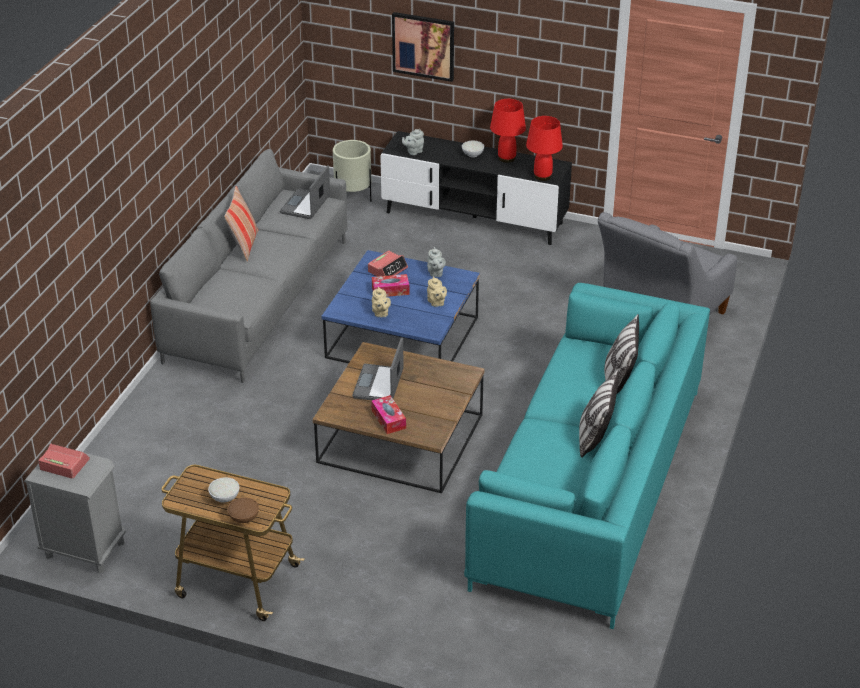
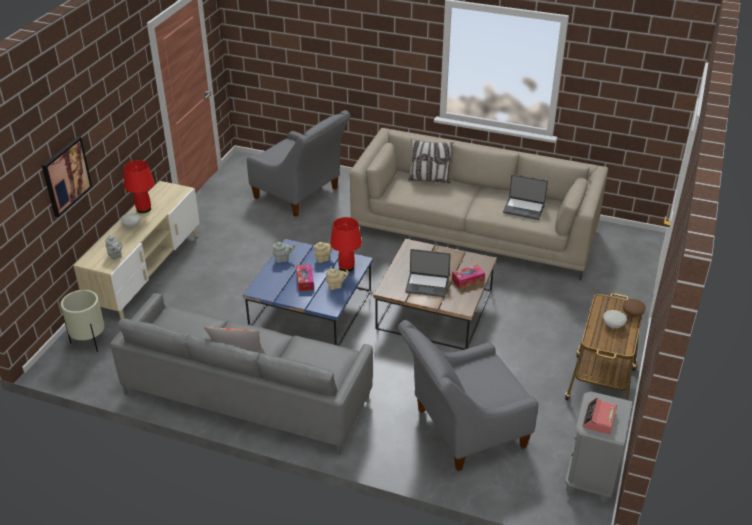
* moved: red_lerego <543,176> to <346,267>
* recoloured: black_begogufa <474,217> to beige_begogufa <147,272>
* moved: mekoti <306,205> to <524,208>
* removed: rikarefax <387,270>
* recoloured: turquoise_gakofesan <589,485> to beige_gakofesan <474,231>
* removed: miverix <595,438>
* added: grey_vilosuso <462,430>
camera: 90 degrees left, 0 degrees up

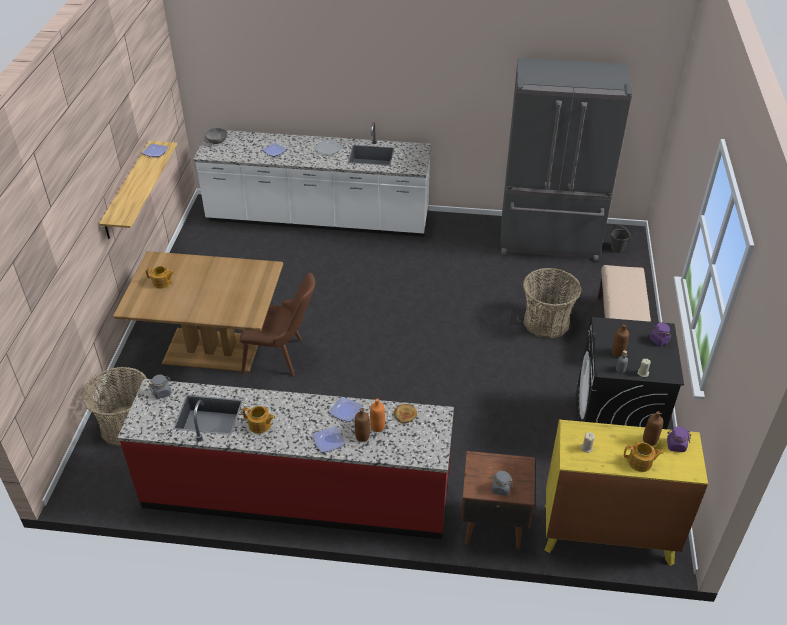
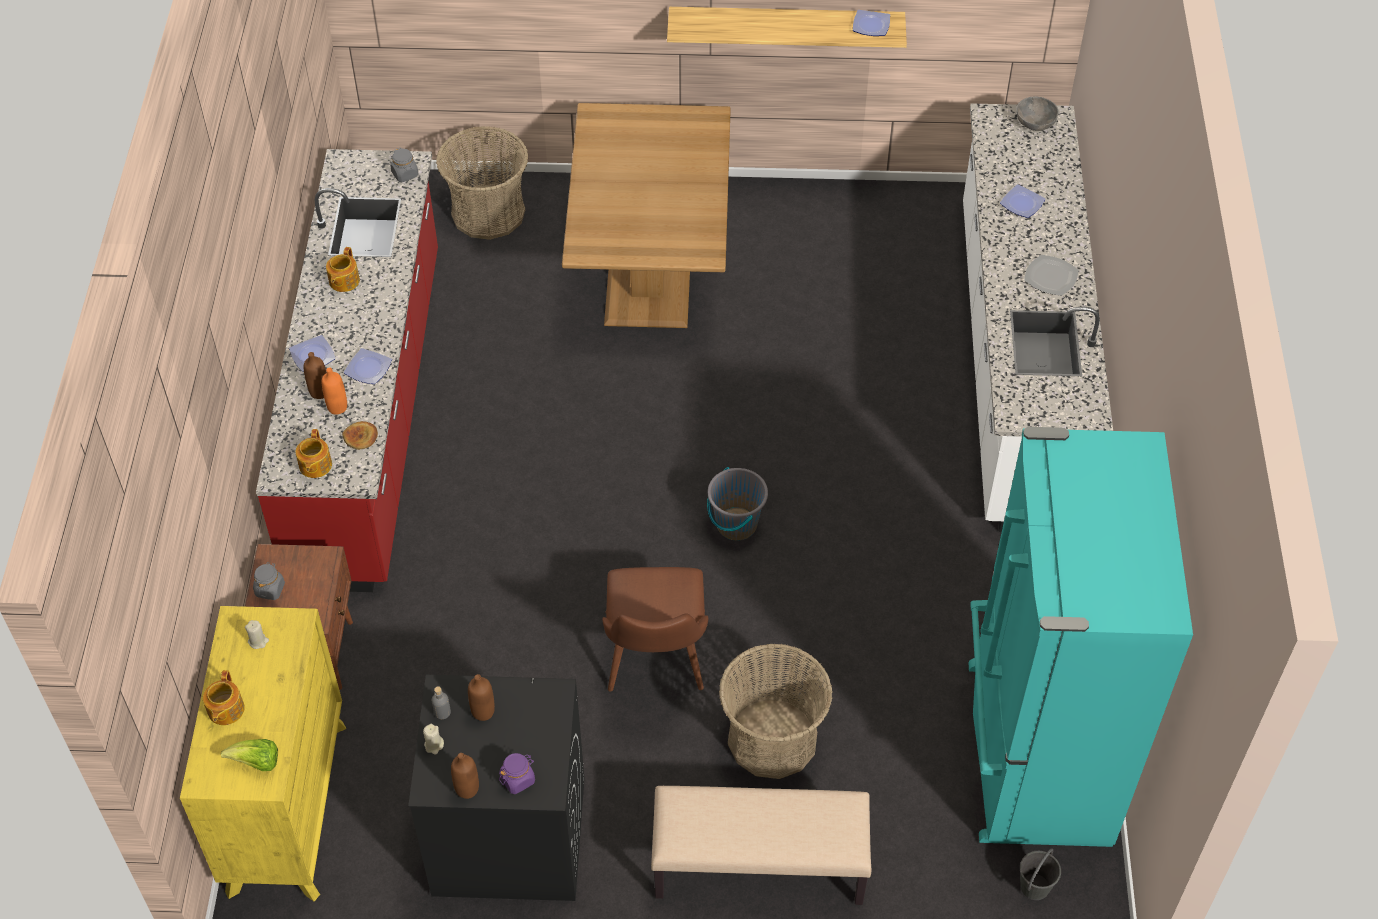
* recoloured: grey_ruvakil <549,241> to turquoise_ruvakil <1033,753>
* moved: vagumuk <162,283> to <315,466>
* moved: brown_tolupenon <281,356> to <656,664>
* moved: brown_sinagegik <649,440> to <467,789>
* replaced: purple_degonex <676,445> to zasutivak <256,763>
* added: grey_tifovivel <736,524>
camera: 85 degrees right, 10 degrees up

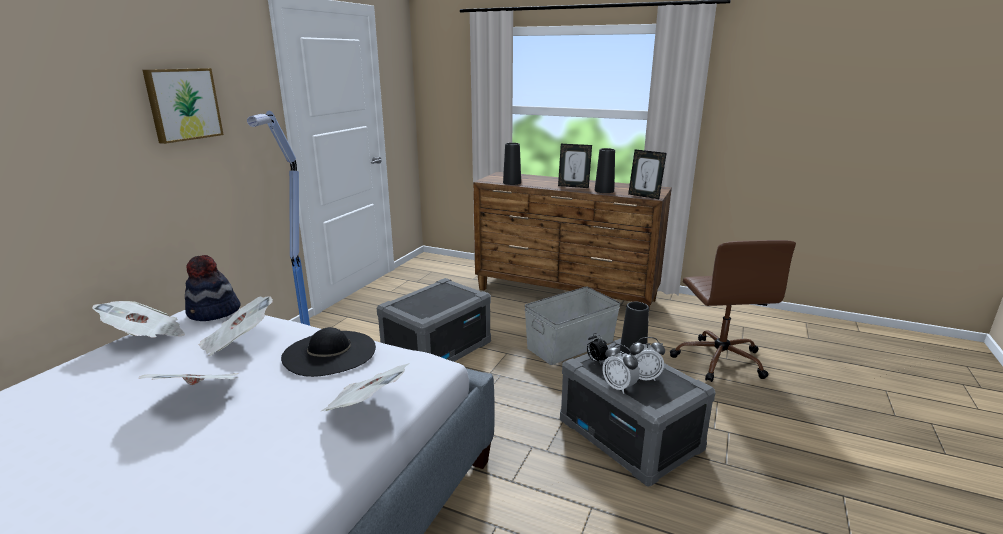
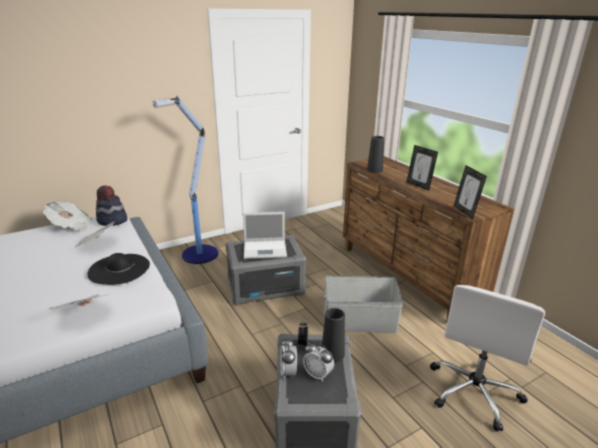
* removed: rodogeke <183,104>
* removed: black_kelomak <604,191>
* recoloured: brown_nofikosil <719,360> to white_nofikosil <474,392>
* removed: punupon <200,396>
* added: mekoti <266,249>
camera: 35 degrees right, 5 degrees up

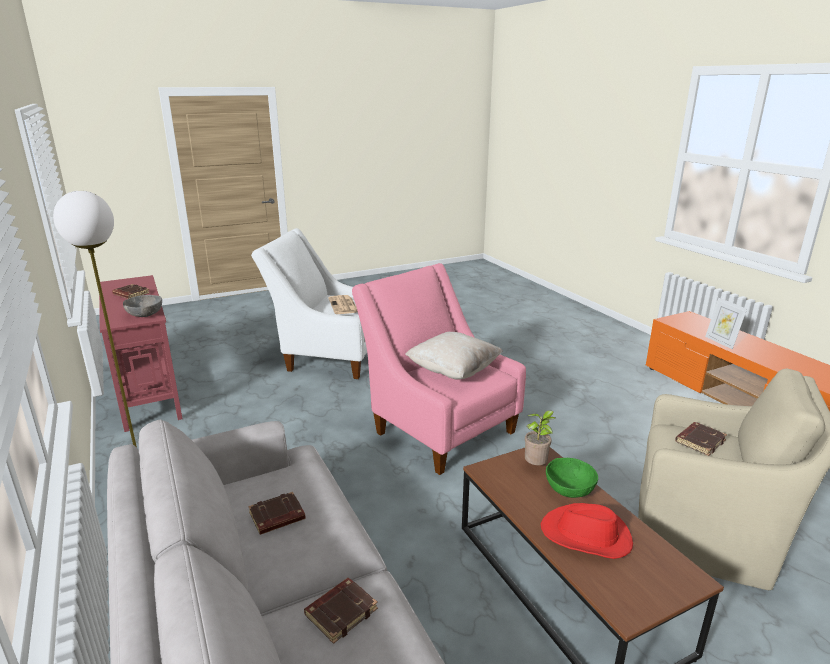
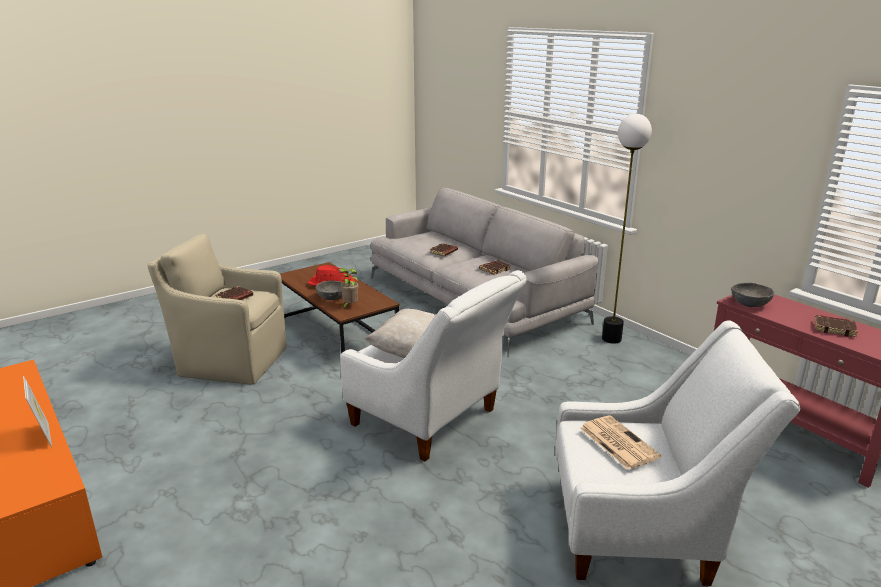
* recoloured: pink_vilosuso <438,428> to white_vilosuso <432,421>
* recoloured: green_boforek <569,489> to grey_boforek <332,298>
camera: 170 degrees right, 0 degrees up

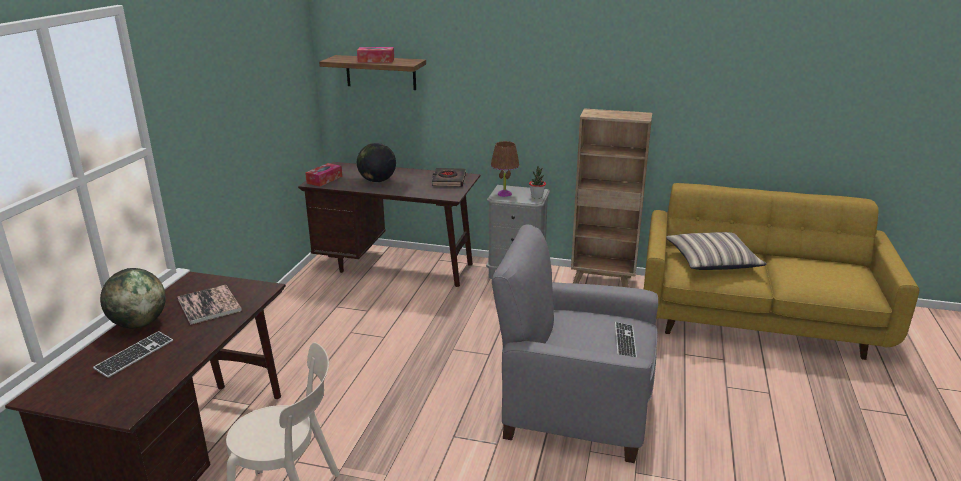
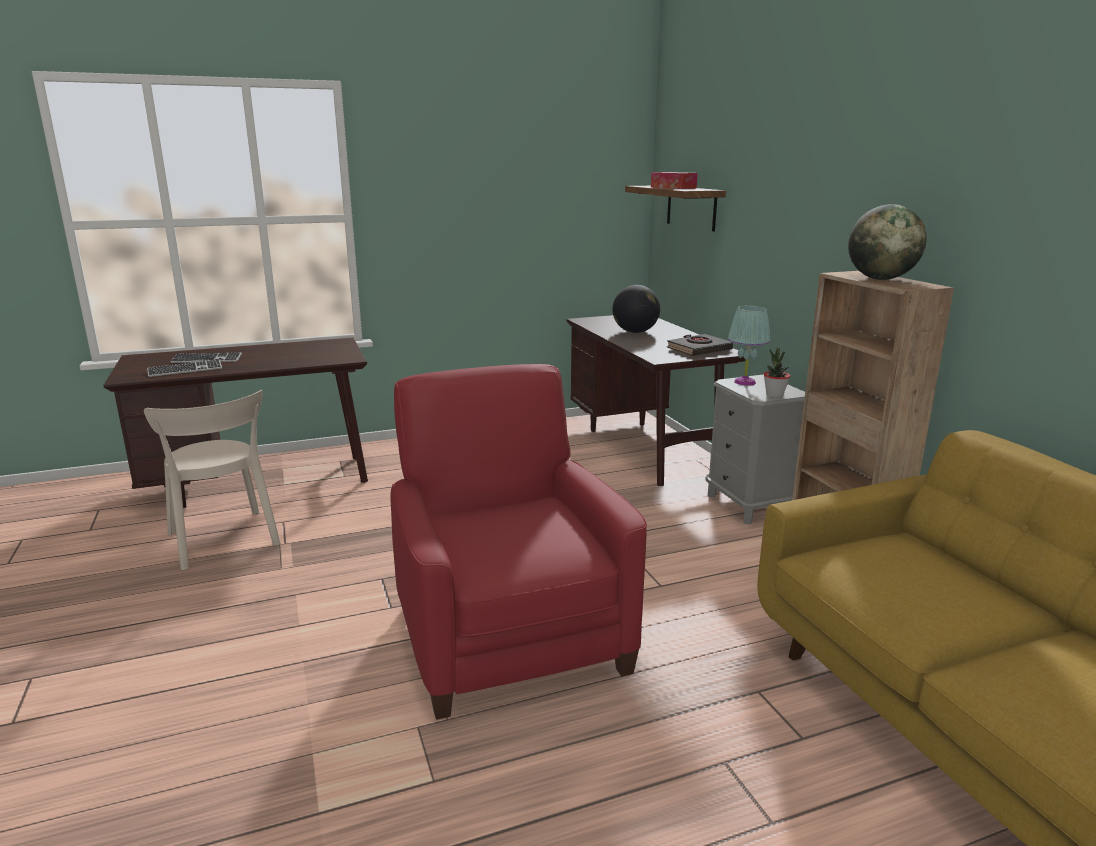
* recoloured: brown_lerego <504,194> to turquoise_lerego <745,382>
* removed: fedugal <324,180>
* recoloured: grey_vilosuso <575,408> to red_vilosuso <509,636>
* removed: miverix <712,261>
* moved: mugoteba <139,324> to <880,279>
* removed: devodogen <209,305>
* moved: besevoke <625,343> to <185,370>
camera: 55 degrees right, 5 degrees down

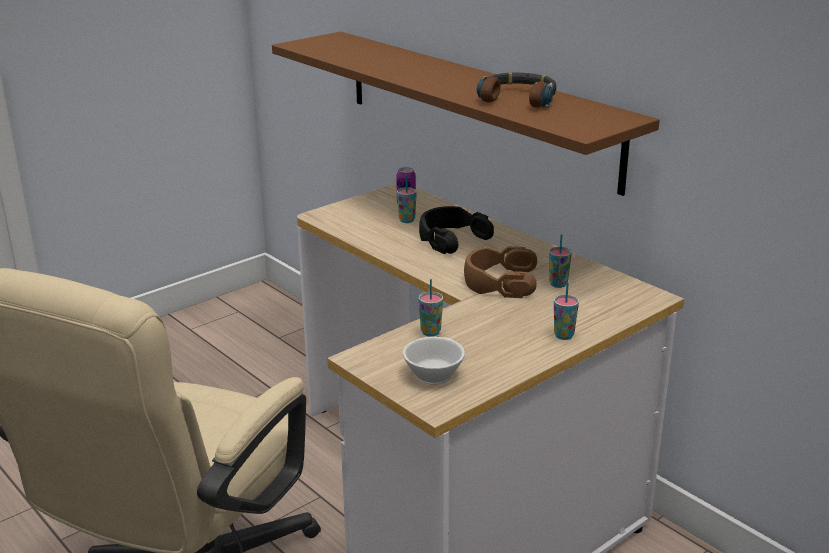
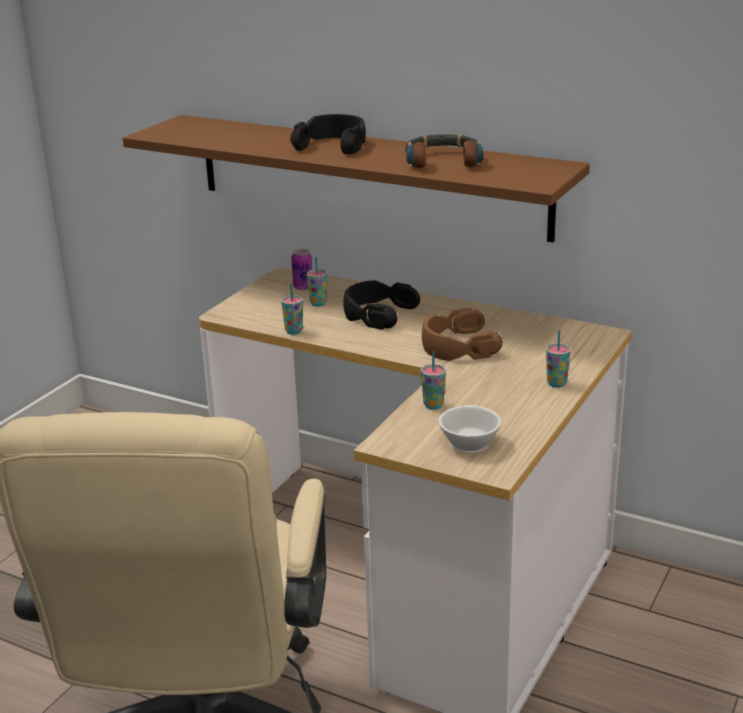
* moved: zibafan <558,284> to <294,331>
* added: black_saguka <332,145>
camera: 20 degrees left, 0 degrees up

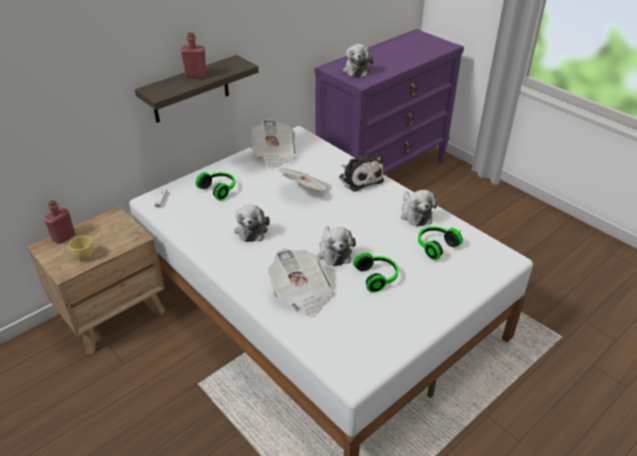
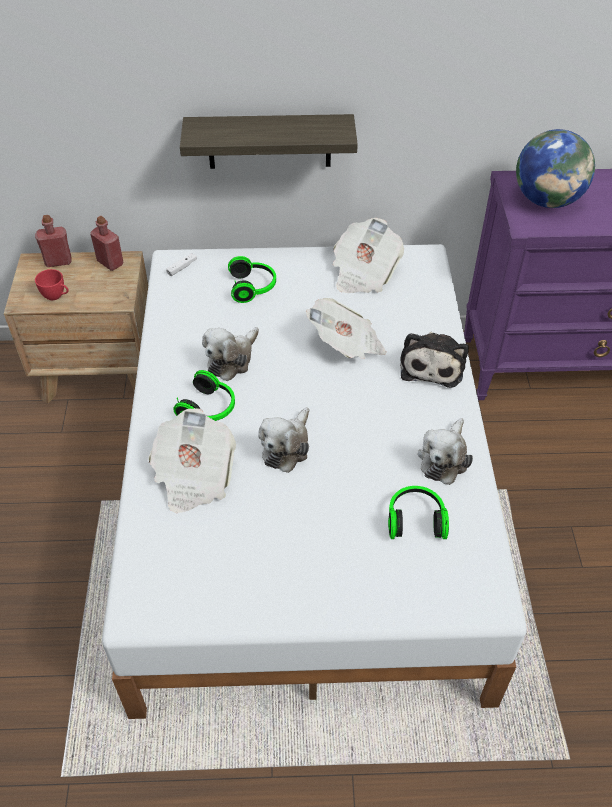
* moved: red_sinagegik <196,75> to <110,263>
* replaced: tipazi <356,69> to mugoteba <547,200>
* recoloured: yellow_zibafan <87,256> to red_zibafan <56,296>
* moved: saguka <377,277> to <209,409>
camera: 40 degrees right, 10 degrees up

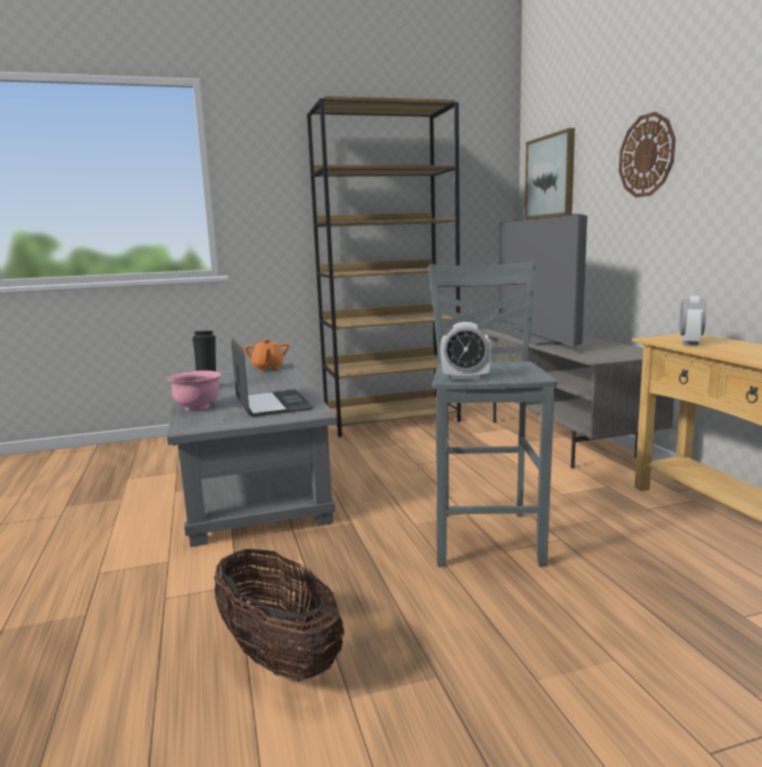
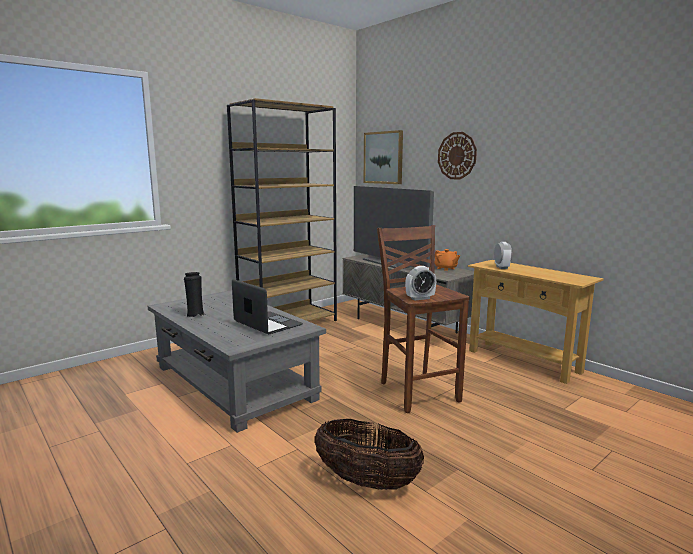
* recoloured: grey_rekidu <487,536> to brown_rekidu <417,391>
* moved: orange_vagumuk <268,368> to <445,268>
* removed: pink_boforek <198,407>
camera: 25 degrees left, 0 degrees up

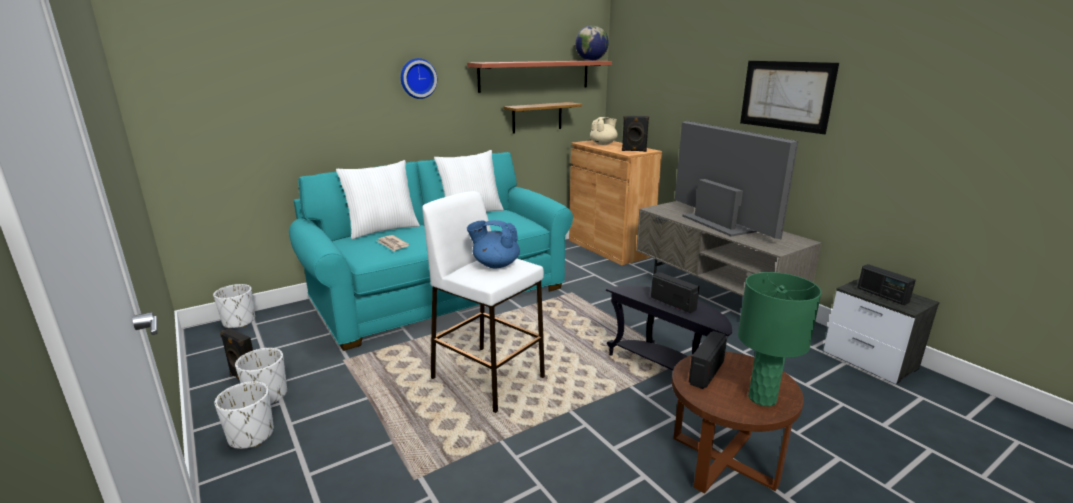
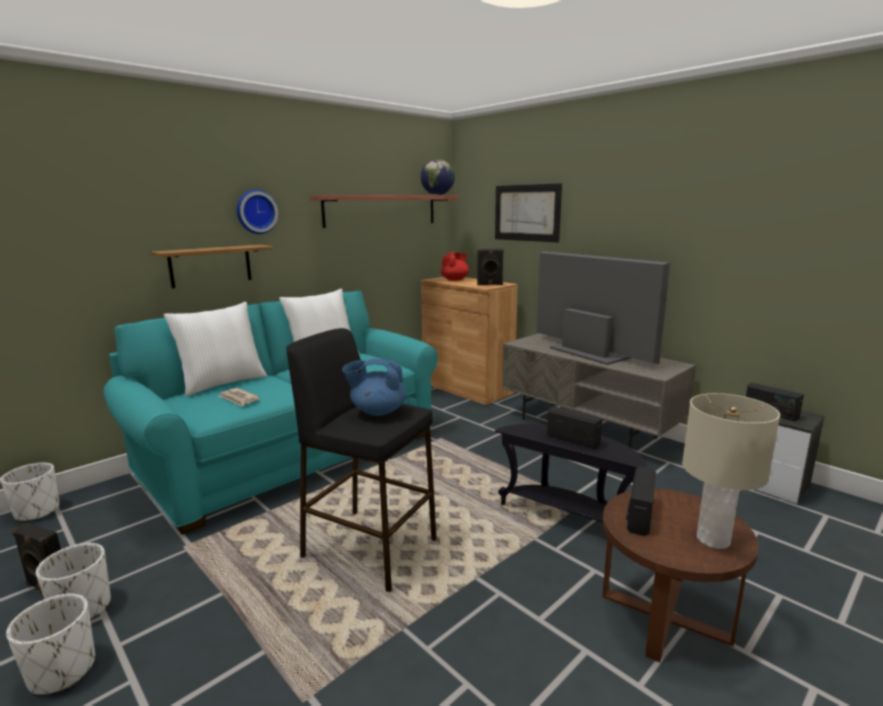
* moved: rodogeke <785,95> to <526,213>
* moved: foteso <537,117> to <211,266>
* recoloured: beige_vagumuk <603,144> to red_vagumuk <455,280>
* recoloured: white_rekidu <487,377> to black_rekidu <369,548>
* recoloured: green_lerego <762,398> to beige_lerego <712,539>
camera: 10 degrees left, 5 degrees down

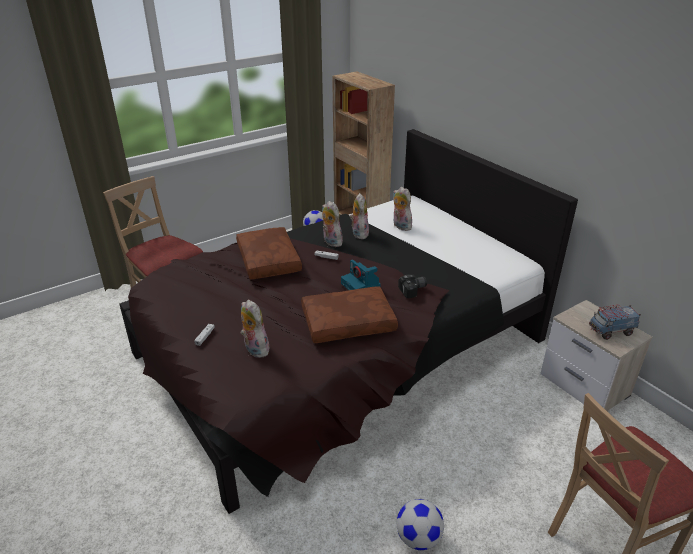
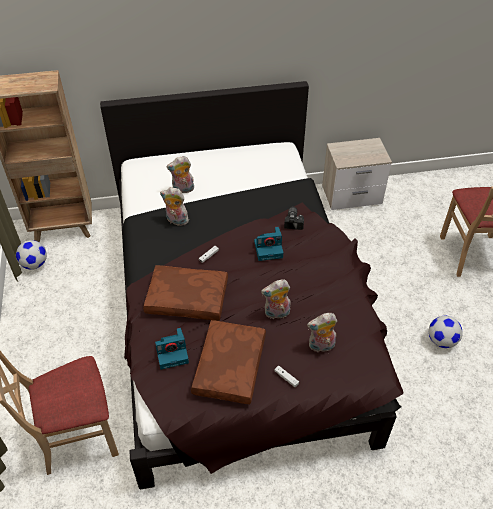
* moved: tipazi <331,242> to <276,314>
* moved: brown_miverix <348,322> to <228,366>
* removed: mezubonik <611,331>
* added: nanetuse <172,353>
camera: 65 degrees left, 15 degrees up

